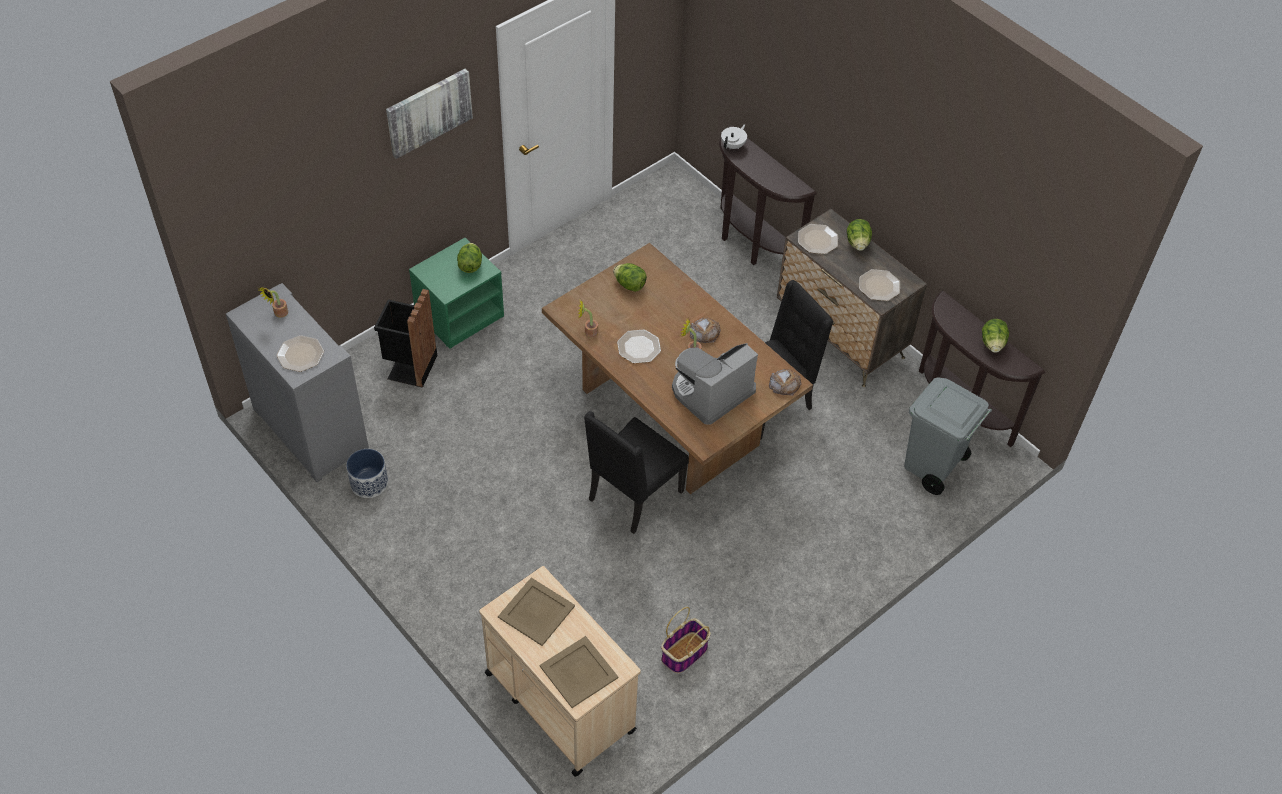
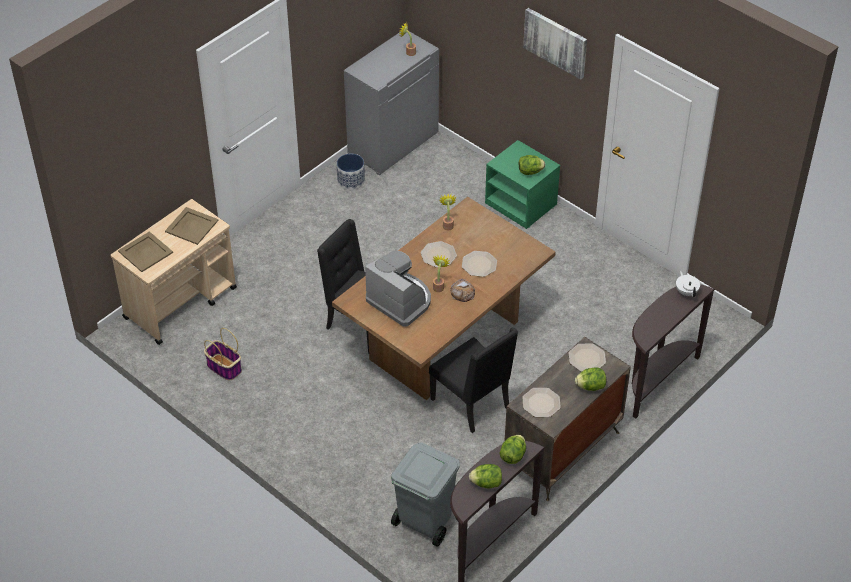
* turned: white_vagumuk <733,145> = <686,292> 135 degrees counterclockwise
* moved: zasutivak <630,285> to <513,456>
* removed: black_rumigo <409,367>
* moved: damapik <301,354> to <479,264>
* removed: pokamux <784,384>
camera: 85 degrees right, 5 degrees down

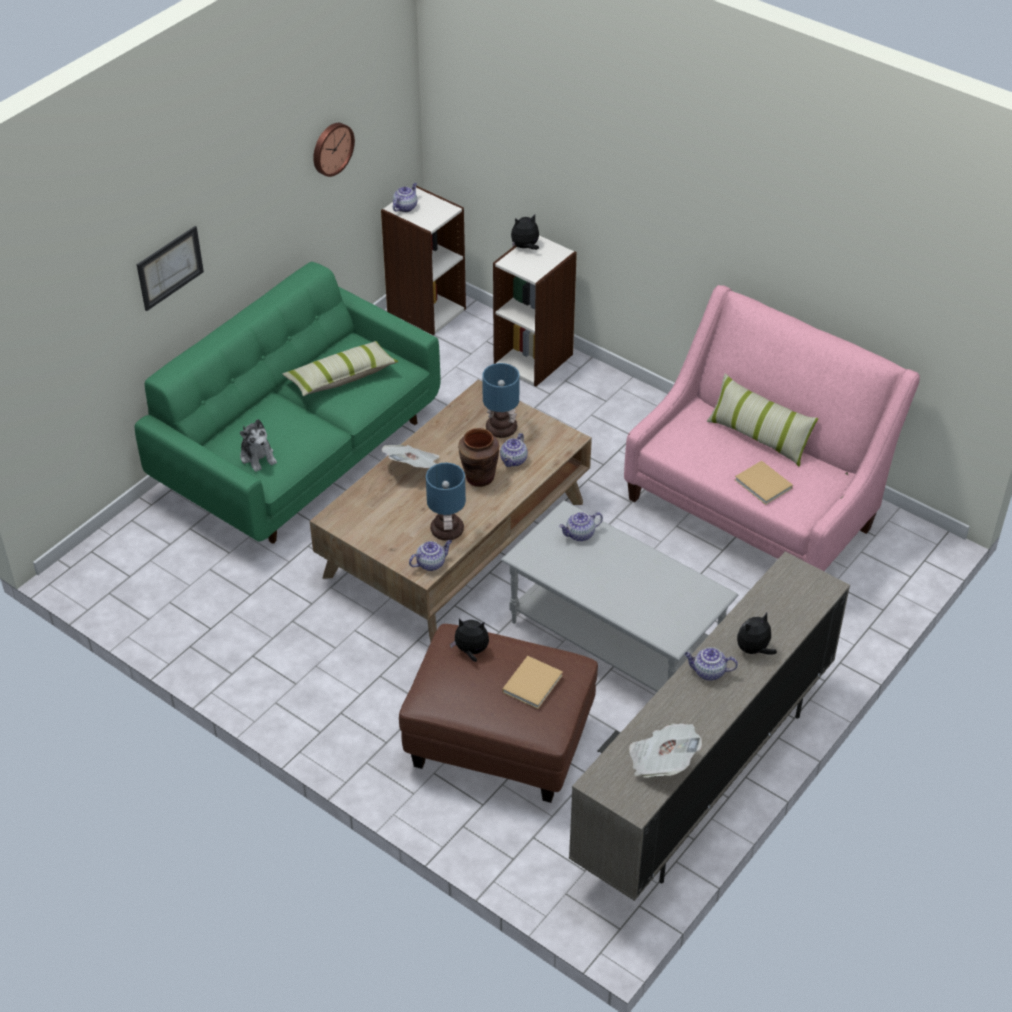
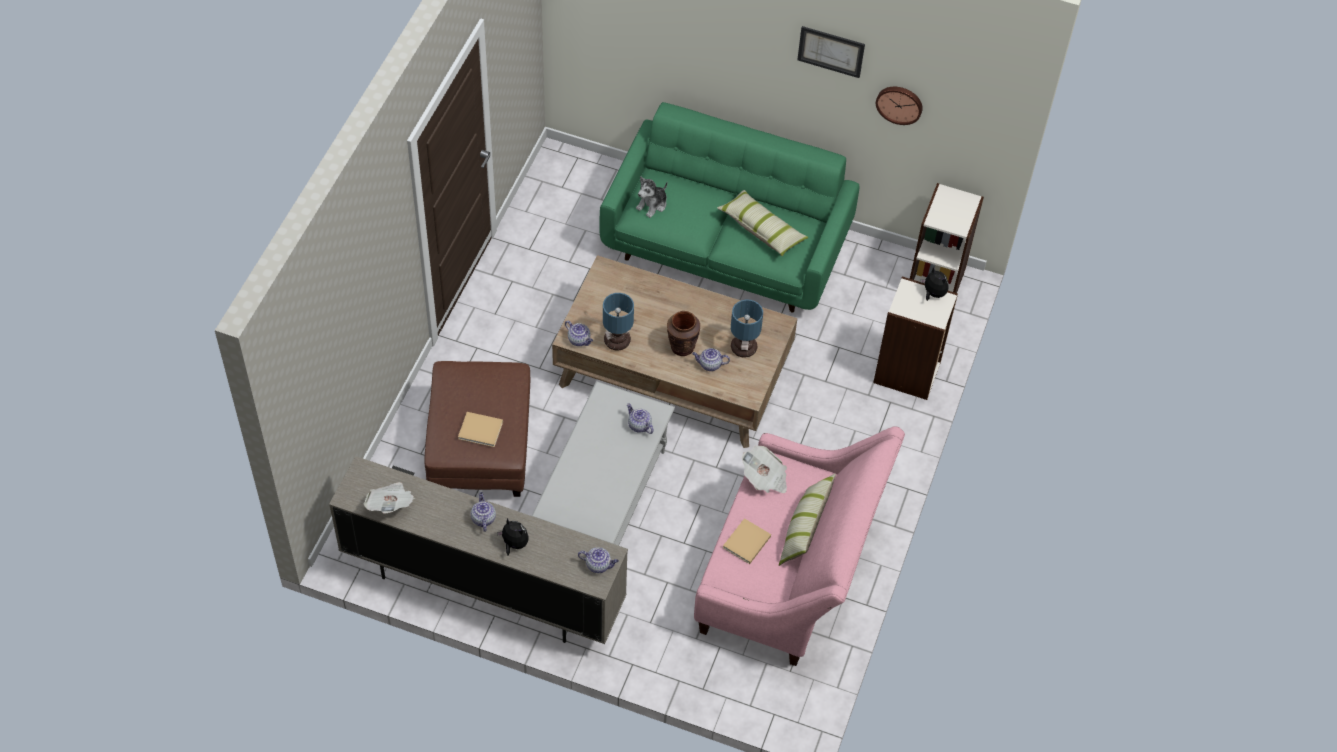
* moved: vagumuk <405,207> to <598,565>
* moved: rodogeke <169,267> to <831,51>
* moved: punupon <413,467> to <765,478>
* removed: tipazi <471,651>
camera: 70 degrees right, 10 degrees up

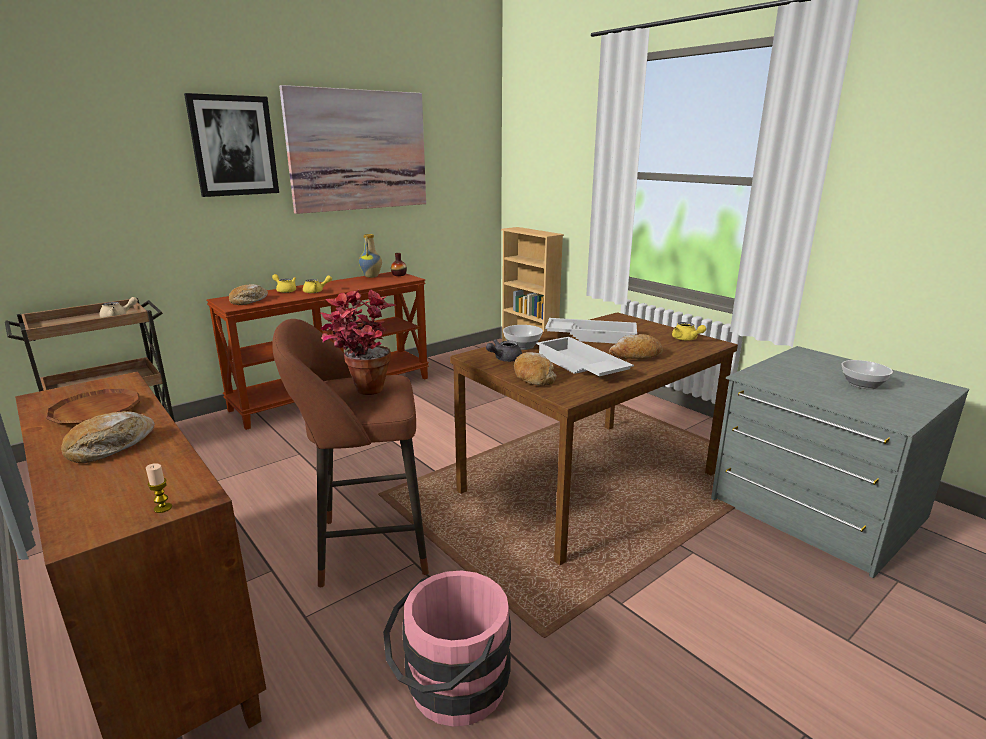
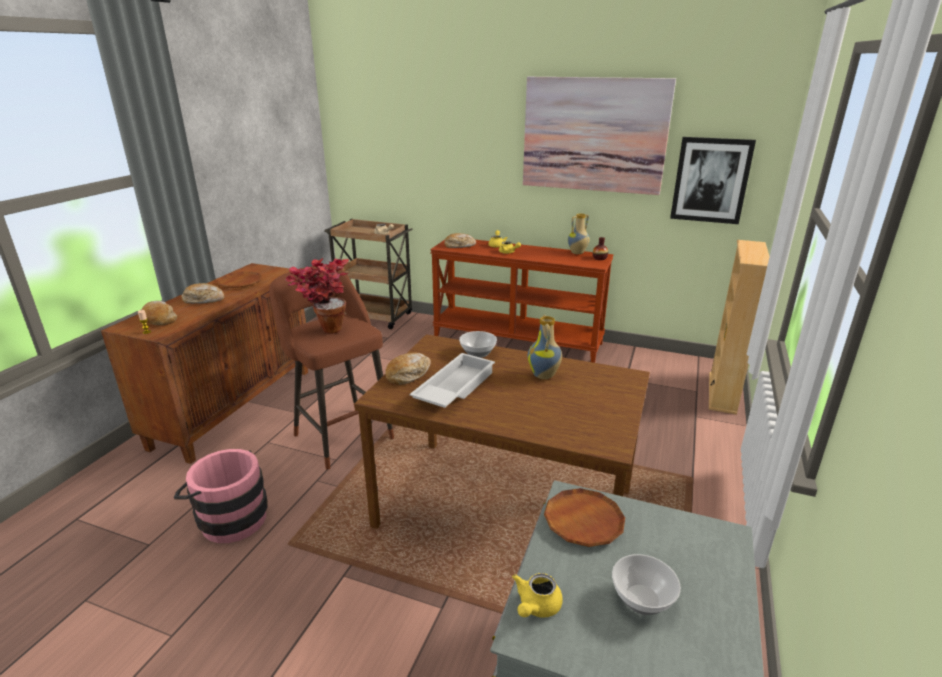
* moved: rodogeke <233,146> to <711,180>
* replaced: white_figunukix <591,336> to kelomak <544,375>
* moved: yellow_vagumuk <686,339> to <536,606>
* moved: pokamux <636,356> to <159,319>
* removed: grey_vagumuk <504,359>
* added: brown_damapik <583,521>
camera: 60 degrees right, 5 degrees up

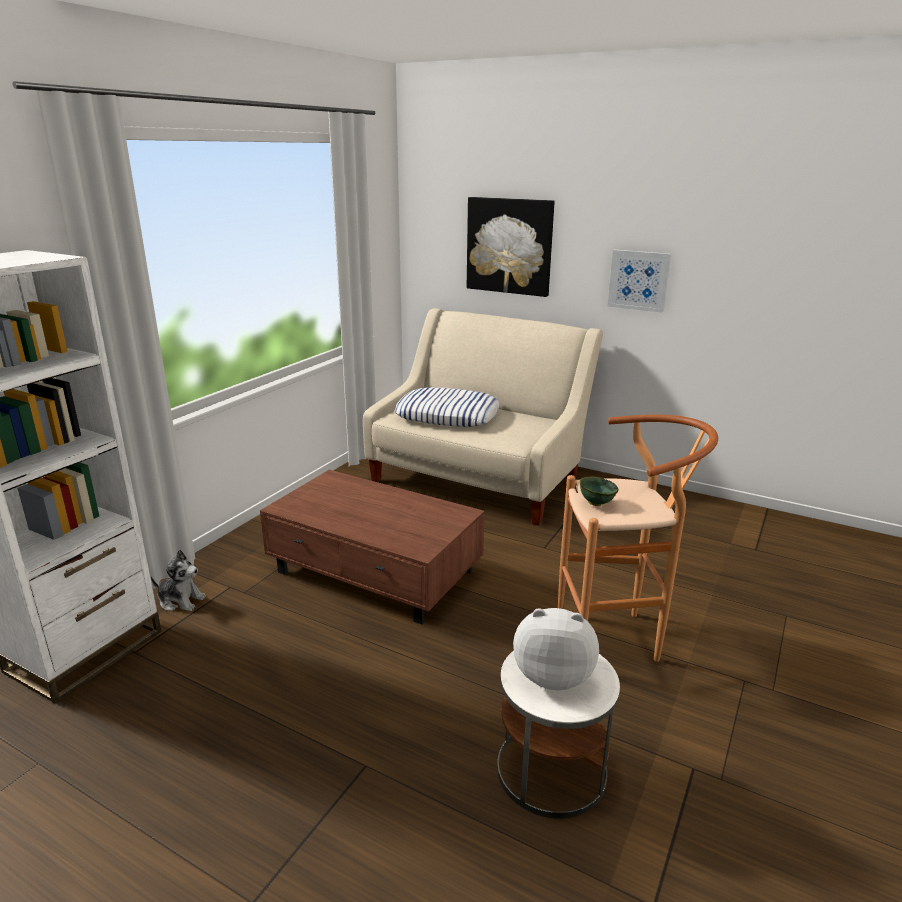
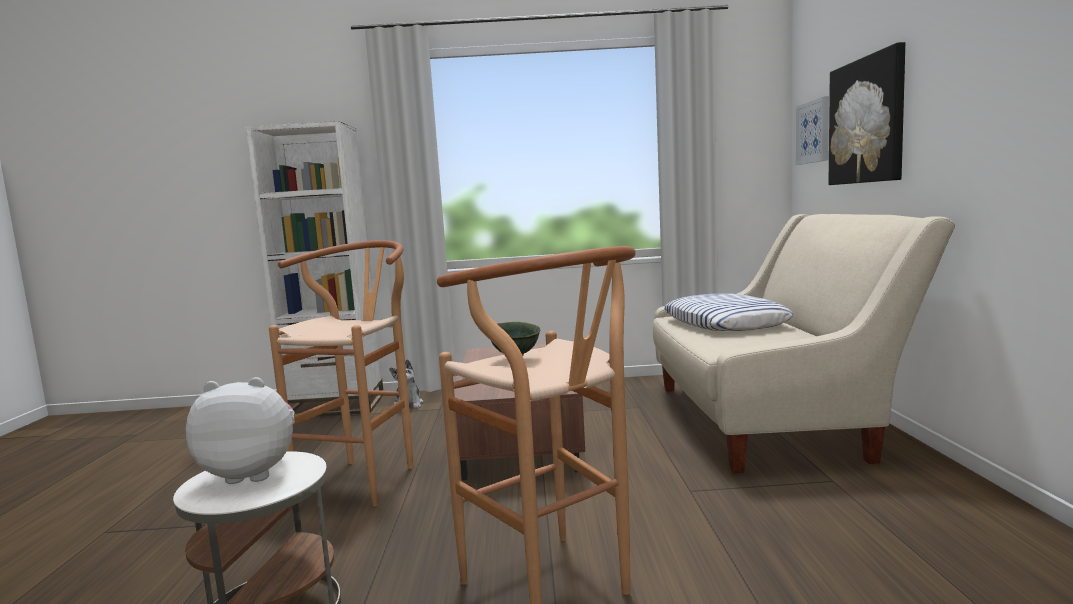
* moved: rodogeke <638,280> to <813,132>
* turned: tipazi <553,675> = <252,473> 75 degrees counterclockwise
* added: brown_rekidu <365,477>
camera: 60 degrees right, 15 degrees down

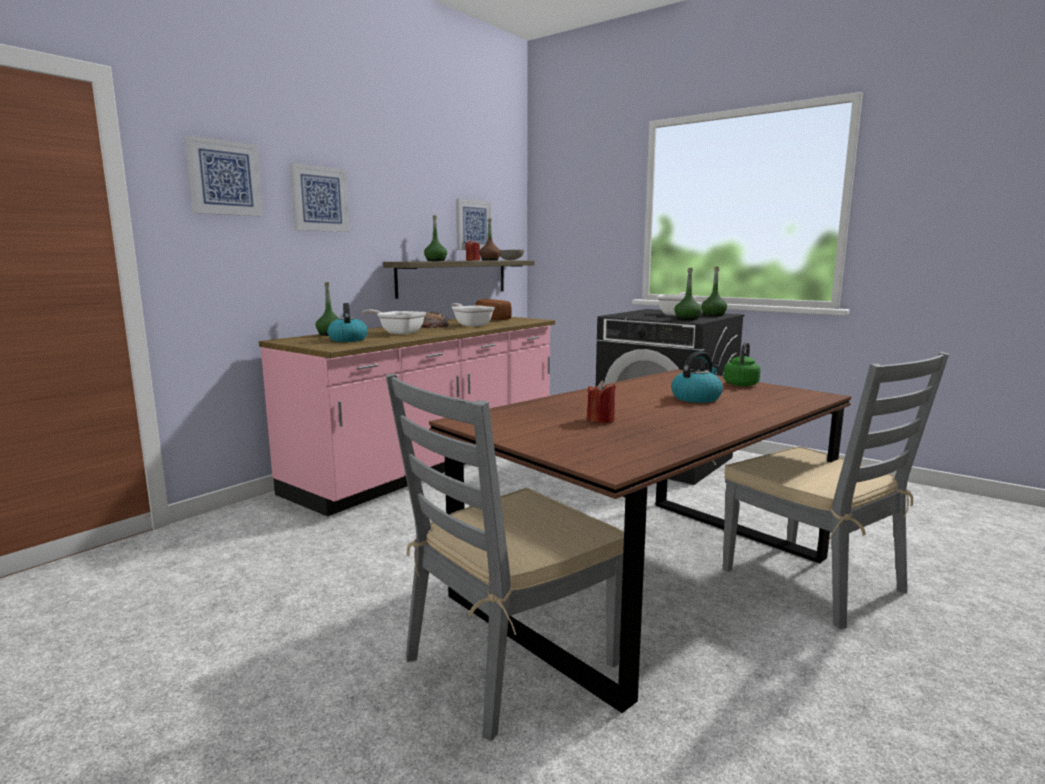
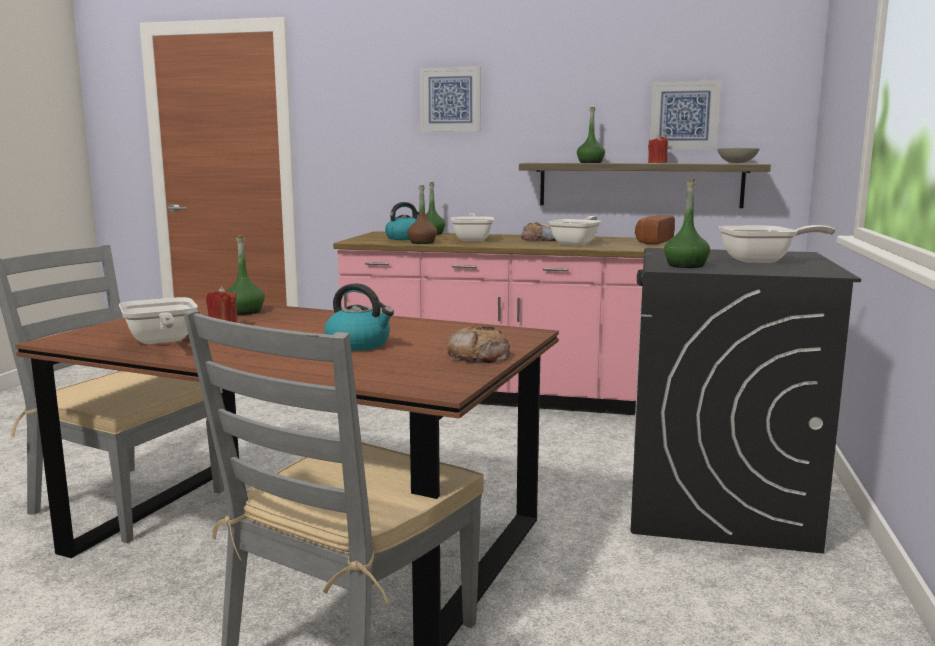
* removed: rodogeke <224,178>
* moved: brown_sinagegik <490,260> to <422,242>
* moved: green_sinagegik <713,315> to <245,311>
* replaced: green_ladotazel <741,384> to pokamux <478,355>
* added: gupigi <161,342>
camera: 65 degrees right, 0 degrees up

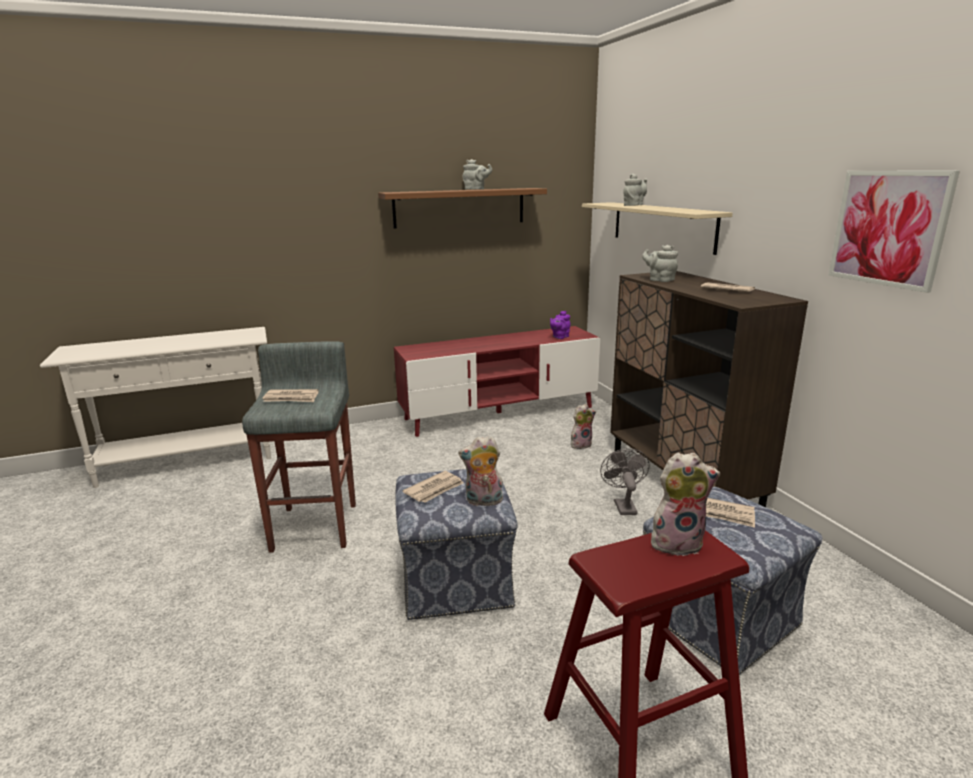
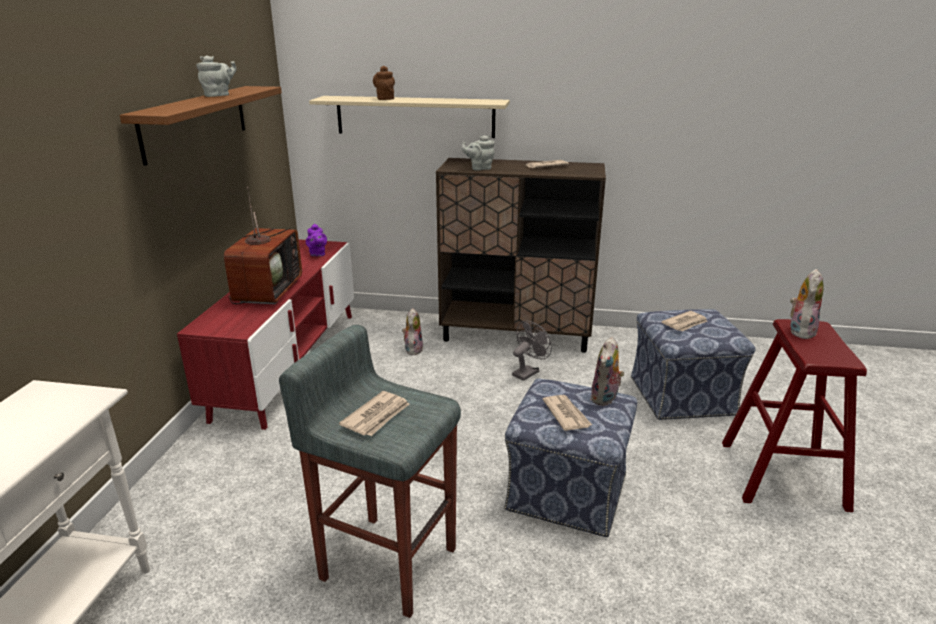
* removed: rodogeke <888,228>
* recoloured: grey_vagumuk <634,205> to brown_vagumuk <385,98>
* turned: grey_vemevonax <623,505> = <528,372> 105 degrees clockwise
* added: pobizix <267,290>
camera: 60 degrees left, 5 degrees up

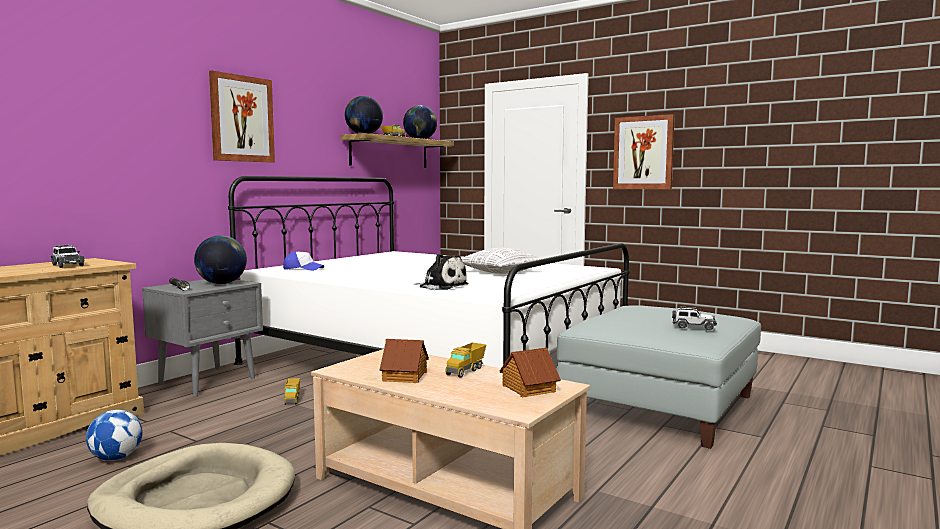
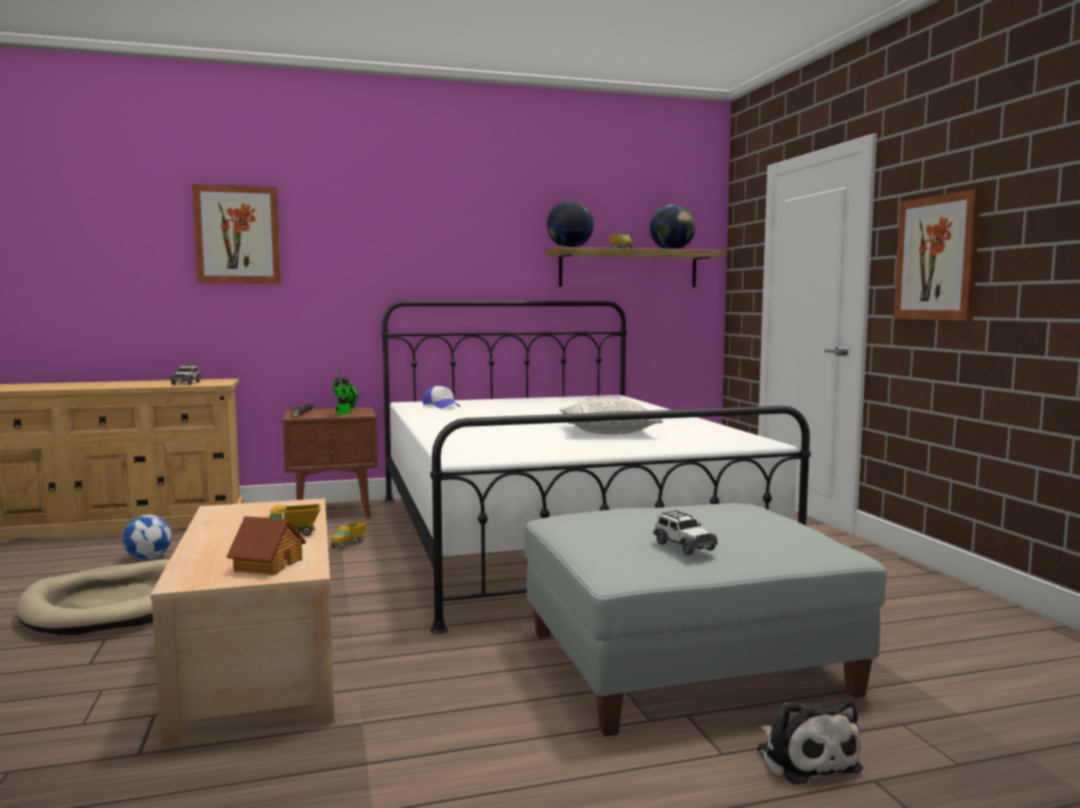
* moved: rodogeke <242,119> to <237,235>
* replaced: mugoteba <221,283> to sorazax <345,413>
* moved: tipazi <441,286> to <805,758>
* recoloured: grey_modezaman <209,381> to brown_modezaman <334,511>
* removed: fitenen <405,376>
camera: 40 degrees right, 0 degrees up

